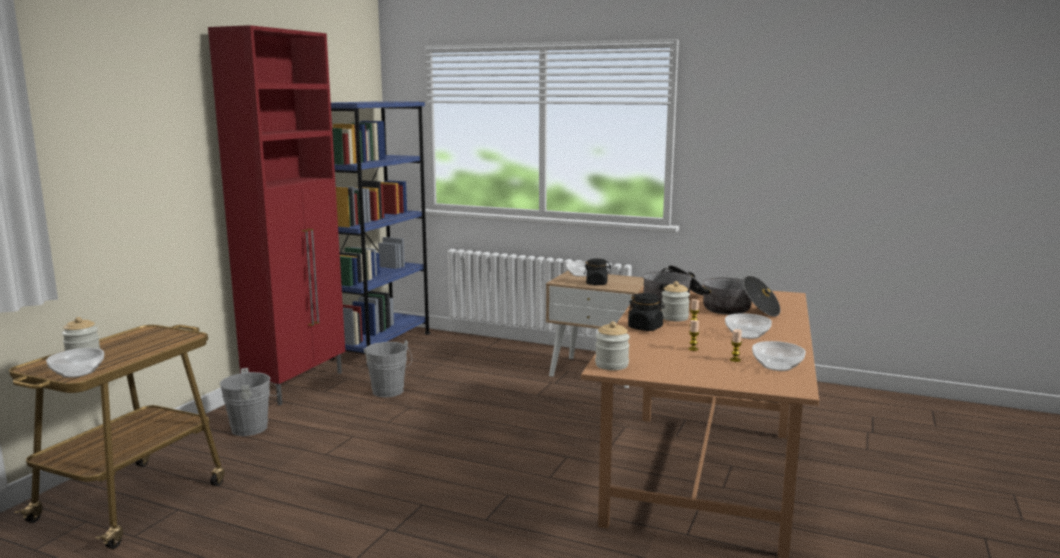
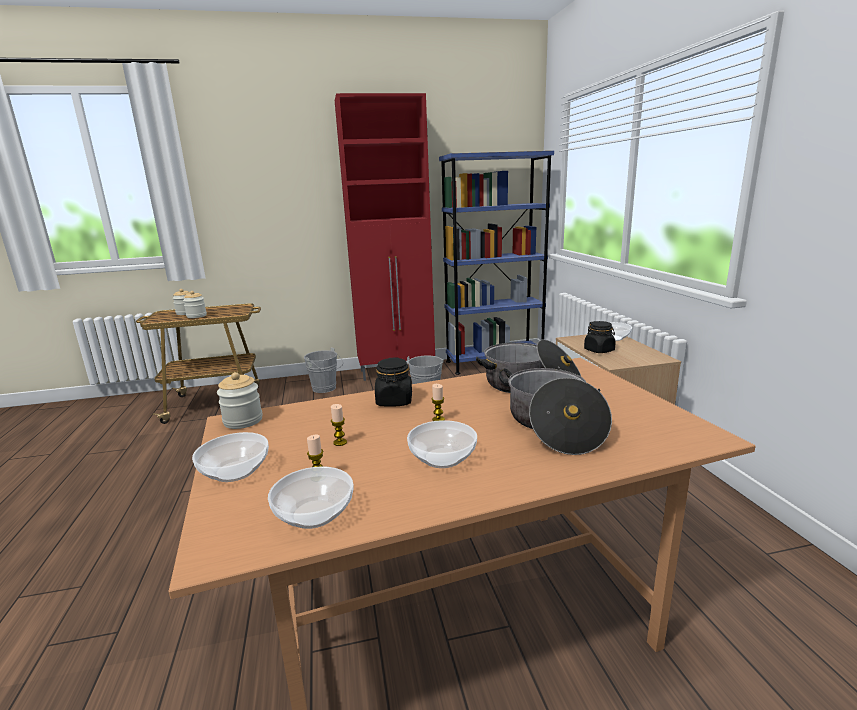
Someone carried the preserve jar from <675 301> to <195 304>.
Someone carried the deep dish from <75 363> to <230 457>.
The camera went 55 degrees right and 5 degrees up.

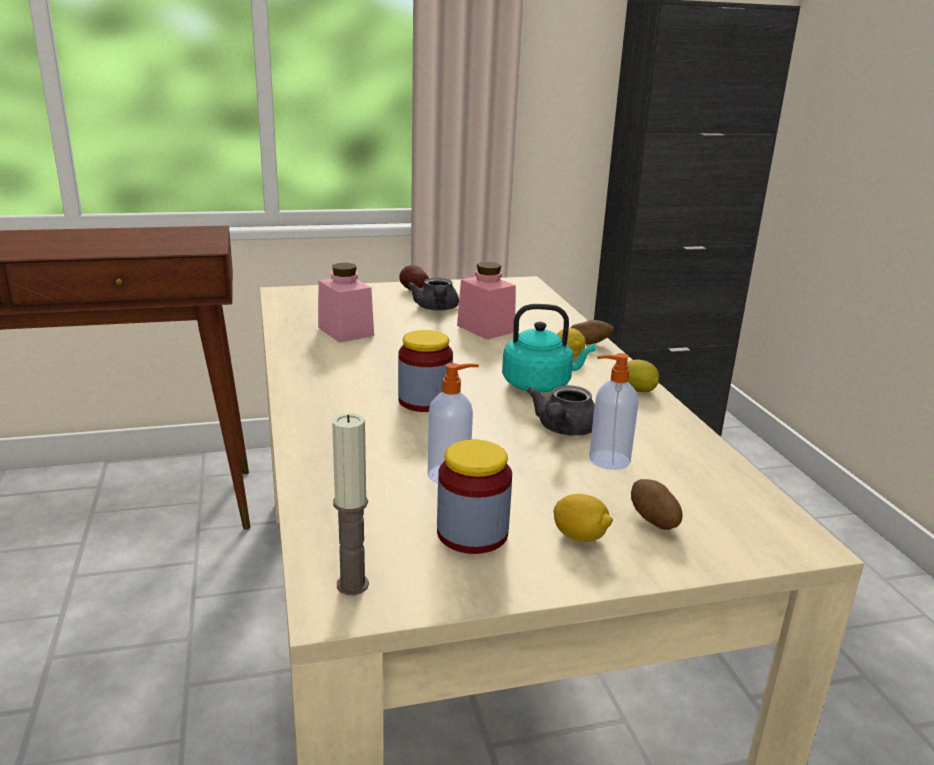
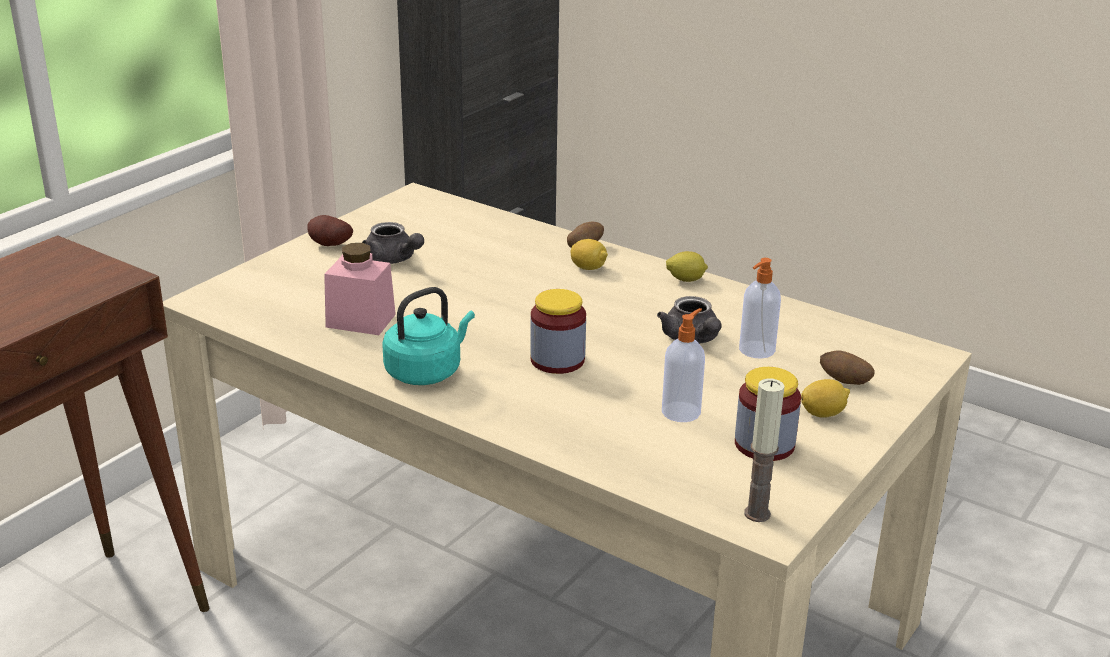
Someone took away the pink-coloured preserve jar at <486 301>.
Someone carried the turquoise-coloured tea kettle from <549 348> to <428 336>.
The camera went 40 degrees left and 5 degrees up.

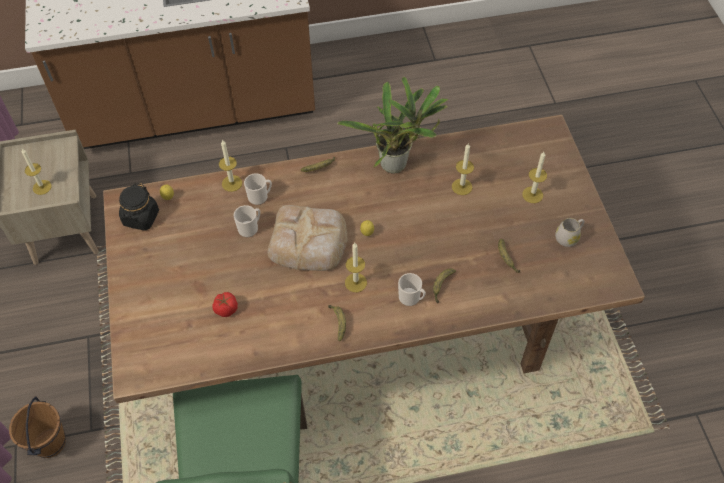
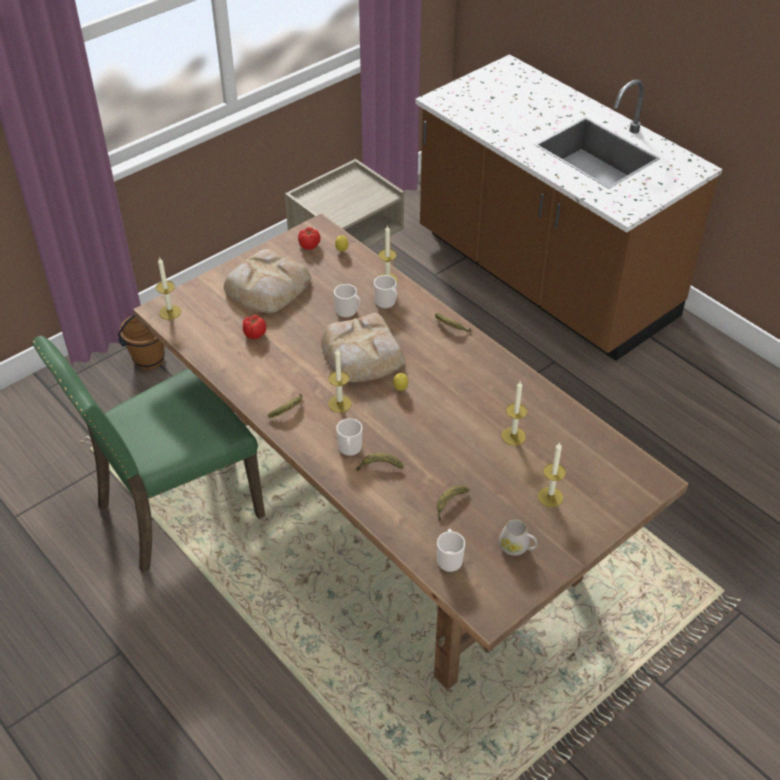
Someone took away the potted plant at <392 125>.
Someone carried the candle from <37 172> to <168 289>.
Someone swapped the black-coloured preserve jar at <139 207> for the fresh tomato at <309 238>.
Someone put down the baked bread at <267 281>.
Someone put down the tea mug at <451 550>.
The camera went 60 degrees right and 10 degrees down.

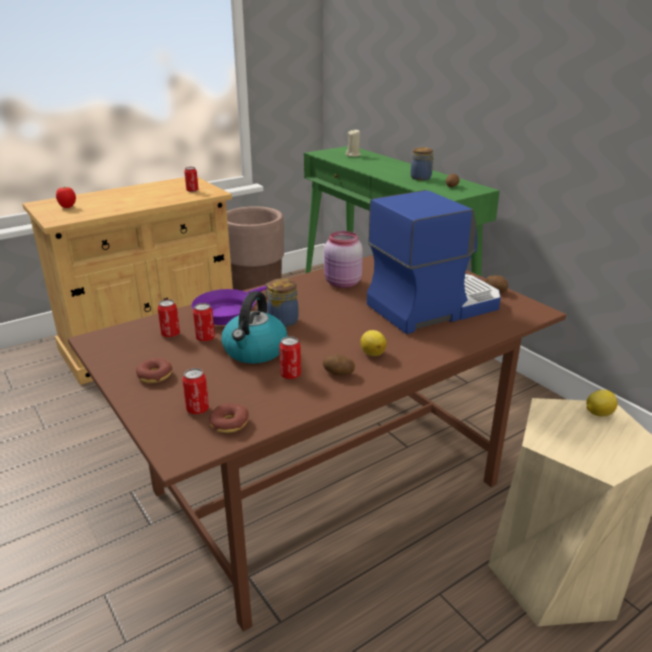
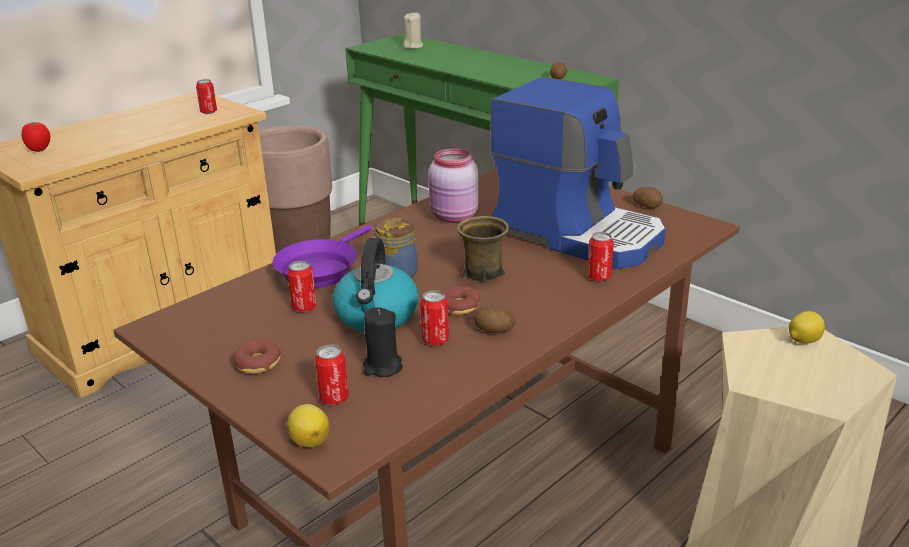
Someone took away the preserve jar at <422 163>.
Someone rotated the coffee maker at <434 262> by 75 degrees clockwise.
Someone carried the can from <168 318> to <600 256>.
Someone carried the whole lemon from <373 343> to <308 425>.
Someone carried the donut from <229 418> to <461 300>.
Someone put down the brown tea mug at <483 249>.
Someone put down the black-coloured candle at <383 342>.
The camera went 10 degrees left and 0 degrees up.

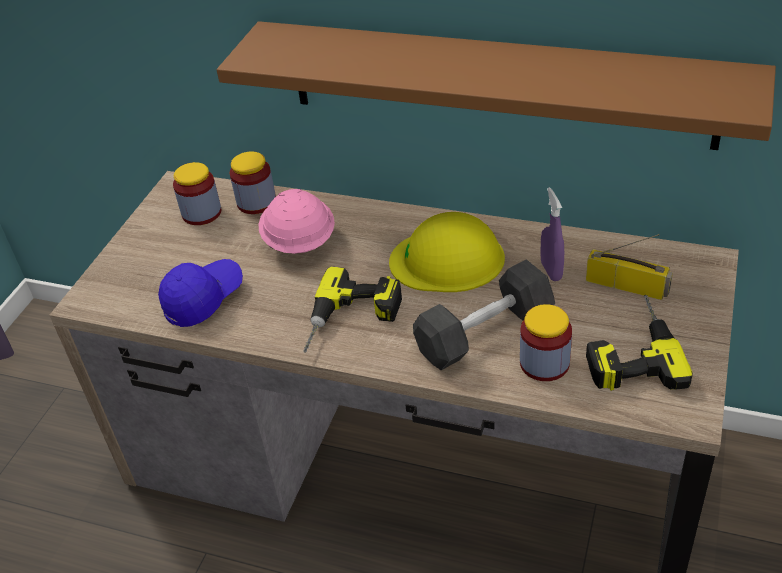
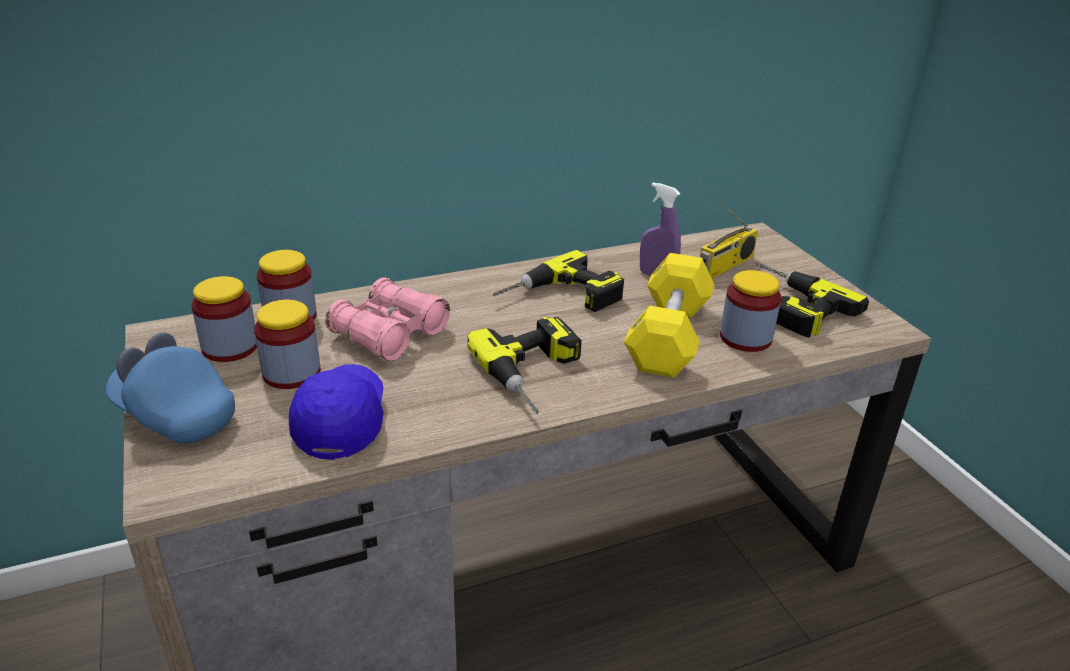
Someone took away the brown wall shelf at <496 85>.
Someone swapped the pink-coloured hard hat at <297 221> for the pink-coloured binoculars at <387 319>.
Someone swapped the yellow hard hat at <447 252> for the power drill at <558 281>.
Someone rotated the radio set at <629 267> by 150 degrees clockwise.
Someone repainted the black-coloured dumbbell at <484 314>, which became the yellow dumbbell at <669 315>.
Someone put down the preserve jar at <287 344>.
Someone put down the blue-coloured cap at <170 388>.
The camera went 45 degrees left and 10 degrees down.

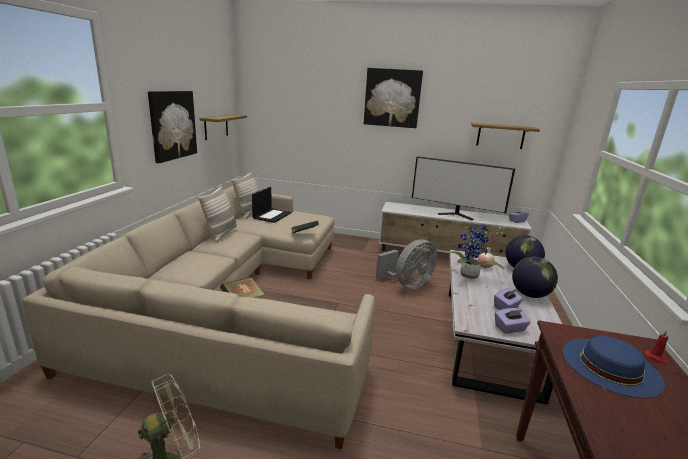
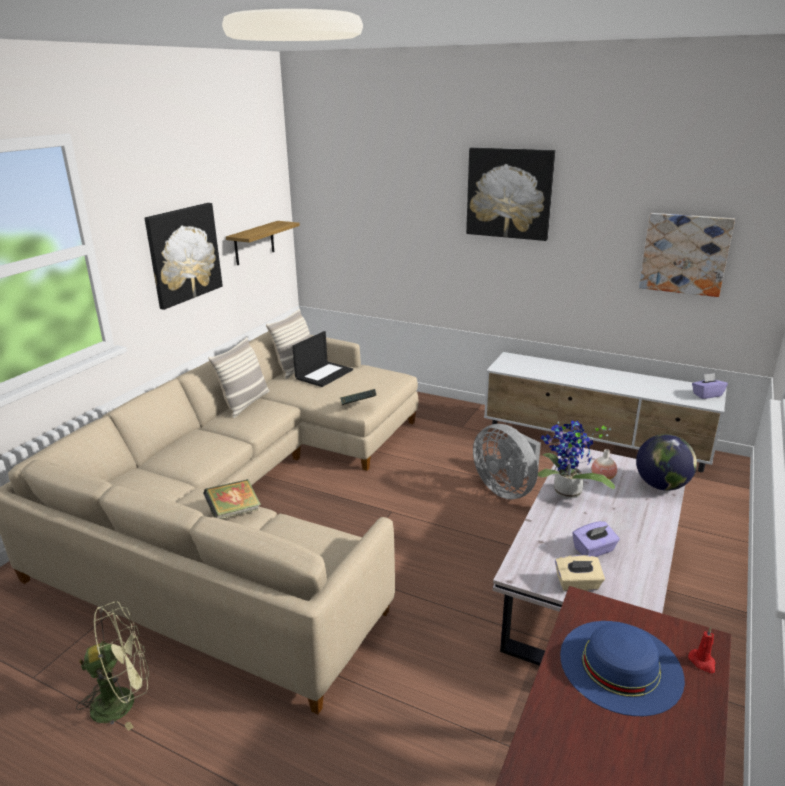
Someone swapped the wall shelf at <505 136> for the wall picture at <687 255>.
Someone took away the television at <463 188>.
Someone rotated the grey fan at <406 264> by 75 degrees clockwise.
Someone took away the desk globe at <535 277>.
Someone repainted the purple-coloured tissue box at <513 320>, which became the sand-coloured tissue box at <580 573>.
The camera went 15 degrees right and 5 degrees up.

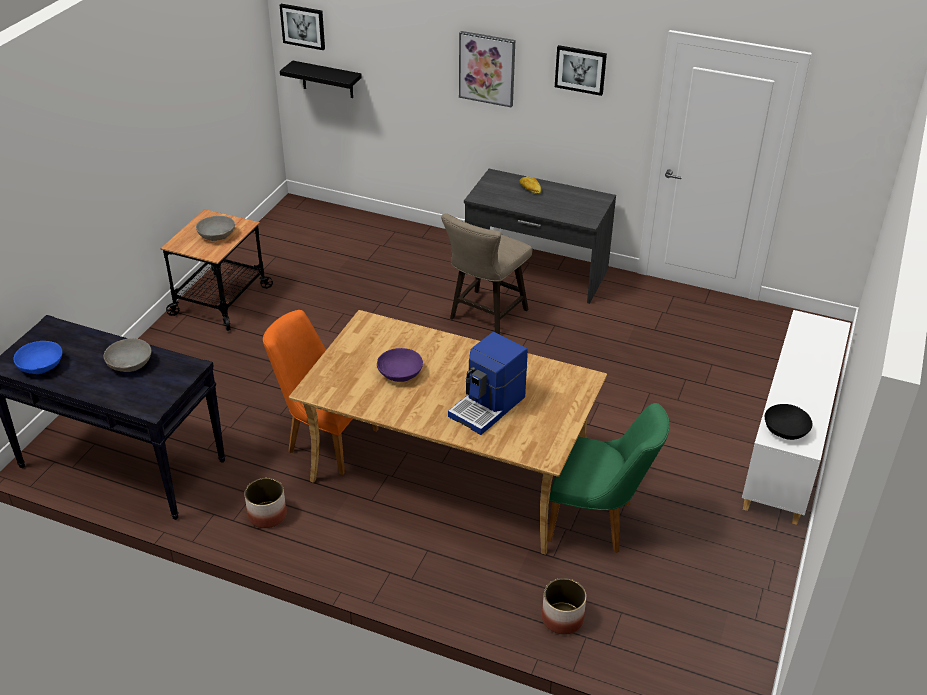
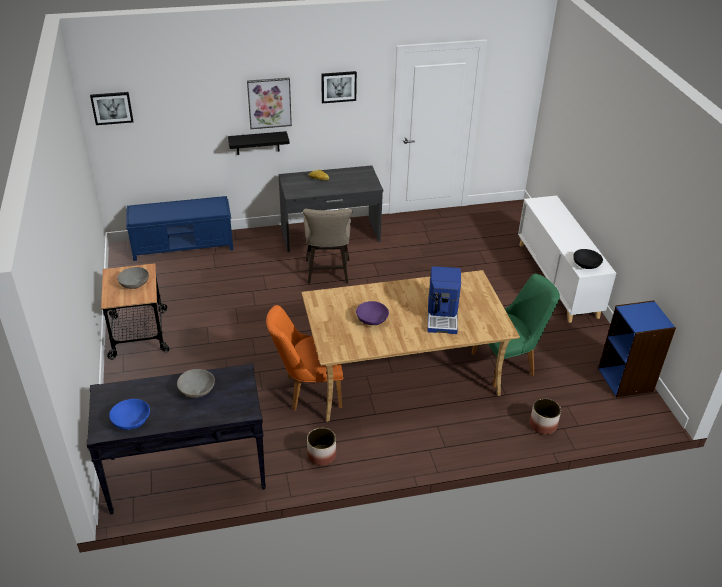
Someone carried the black-coloured wall shelf from <321 79> to <259 143>.
Someone put down the blue-coloured bench at <179 228>.
Someone put down the blue-coloured bookshelf at <637 349>.
The camera went 35 degrees left and 0 degrees up.

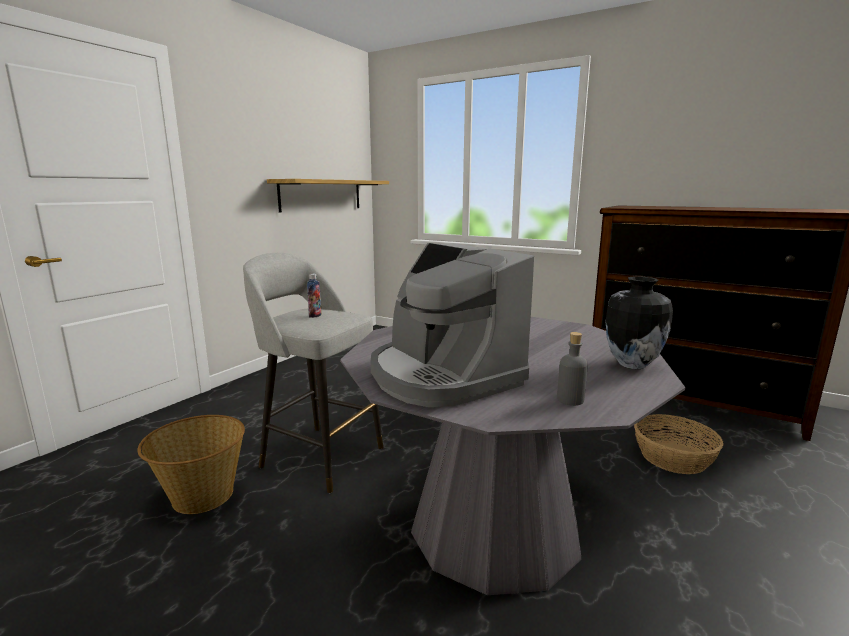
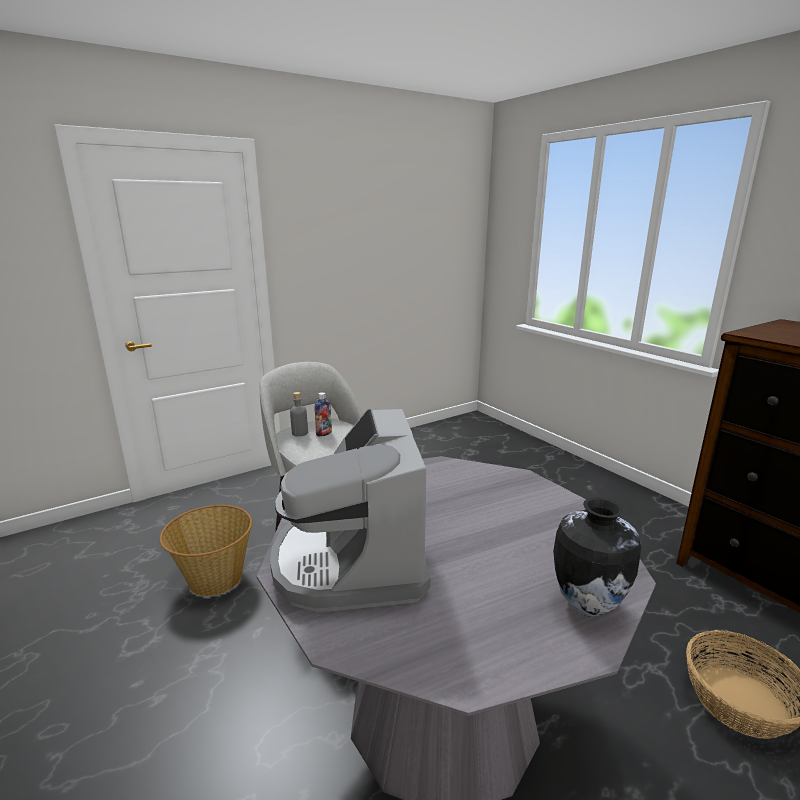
Someone took away the wall shelf at <328 196>.
Someone carried the grey beverage bottle from <572 369> to <299 414>.
The camera went 25 degrees right and 5 degrees up.

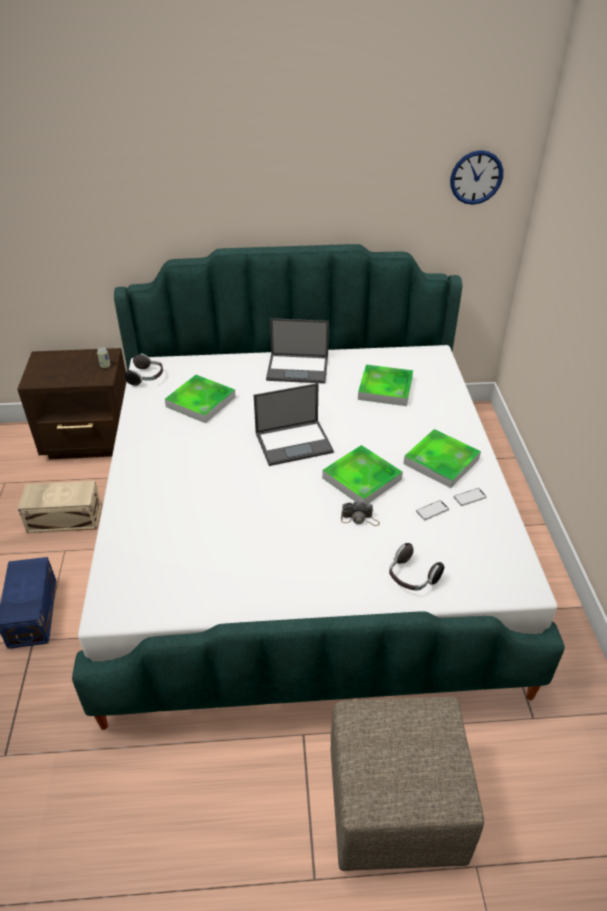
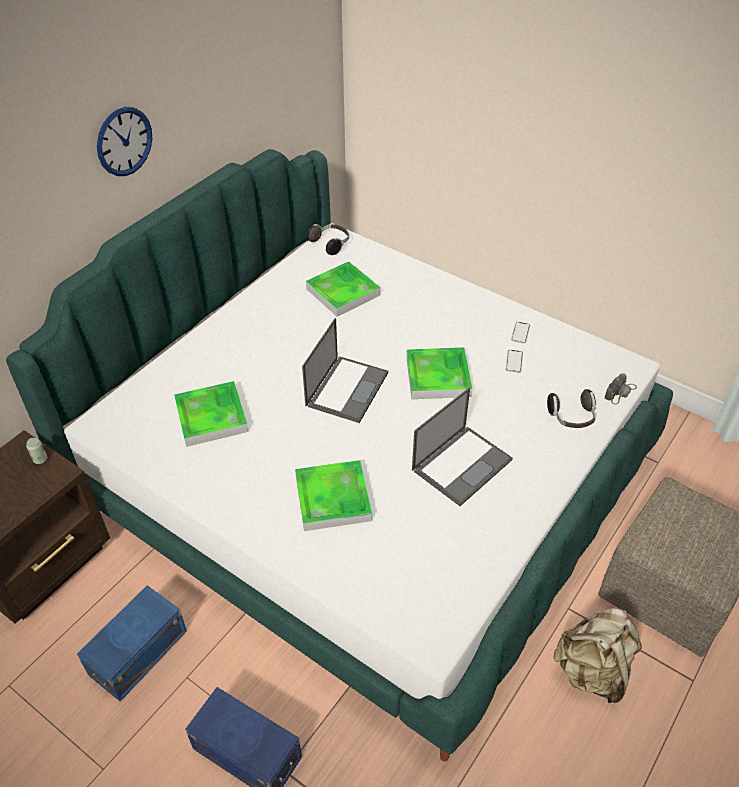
Someone carried the clock on the wall from <476 177> to <124 141>.
Someone carried the portable computer from <297 351> to <462 446>.
Someone carried the headphones from <143 369> to <328 239>.
Someone carried the carrying tray from <442 458> to <333 495>.
Someone repainted the sand-coloured storage container at <59 507>, which became the blue-coloured storage container at <132 643>.
Someone carried the photo camera from <360 513> to <621 389>.
Someone put down the sand-coloured knapsack at <597 655>.
The camera went 50 degrees left and 5 degrees up.

